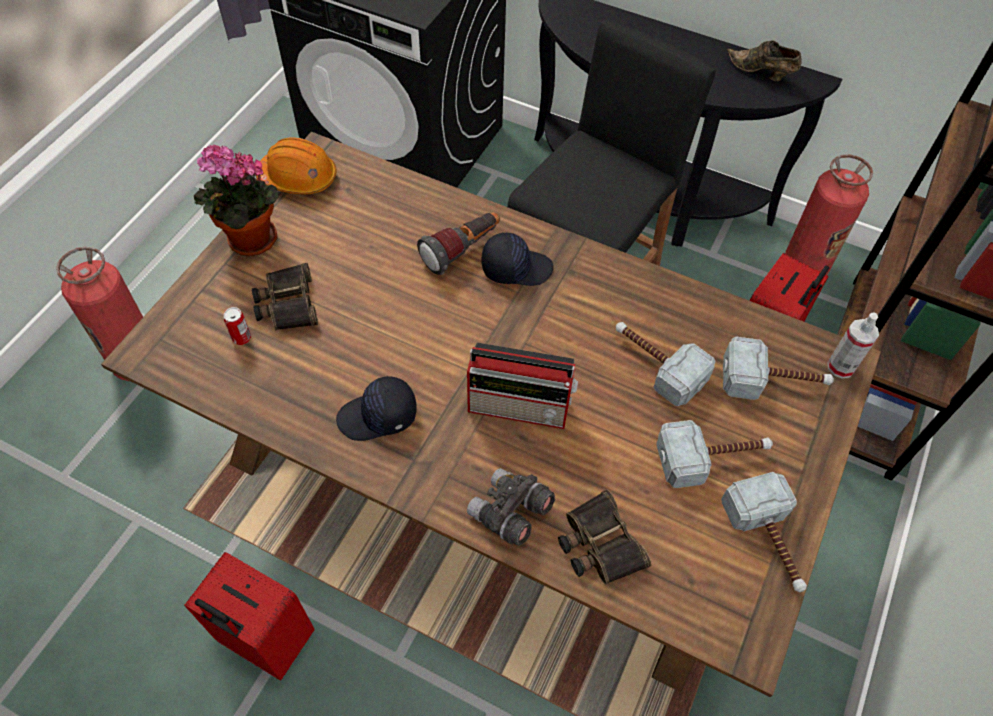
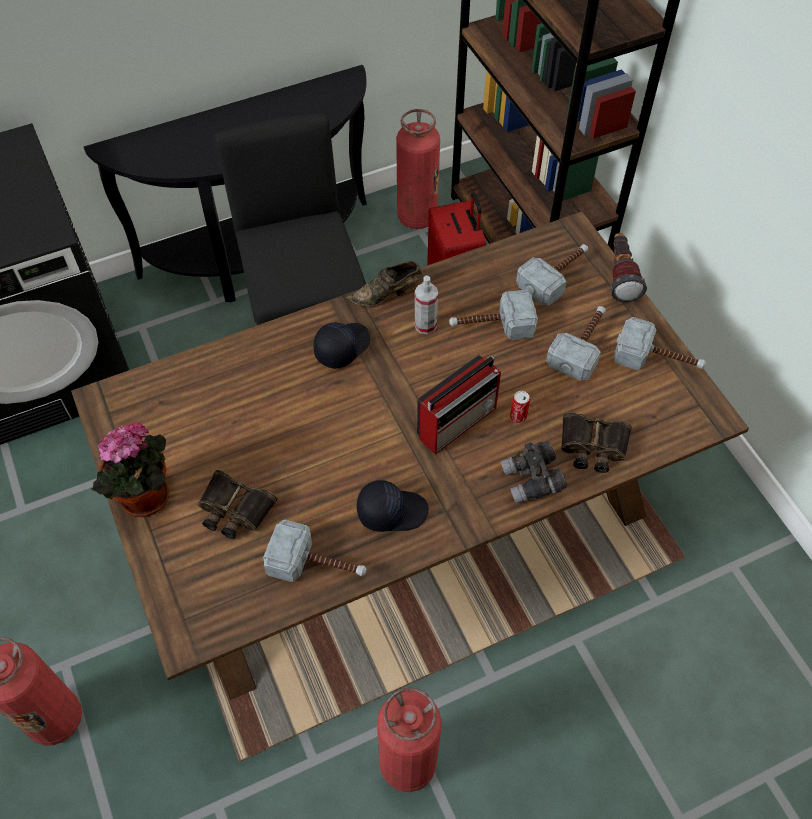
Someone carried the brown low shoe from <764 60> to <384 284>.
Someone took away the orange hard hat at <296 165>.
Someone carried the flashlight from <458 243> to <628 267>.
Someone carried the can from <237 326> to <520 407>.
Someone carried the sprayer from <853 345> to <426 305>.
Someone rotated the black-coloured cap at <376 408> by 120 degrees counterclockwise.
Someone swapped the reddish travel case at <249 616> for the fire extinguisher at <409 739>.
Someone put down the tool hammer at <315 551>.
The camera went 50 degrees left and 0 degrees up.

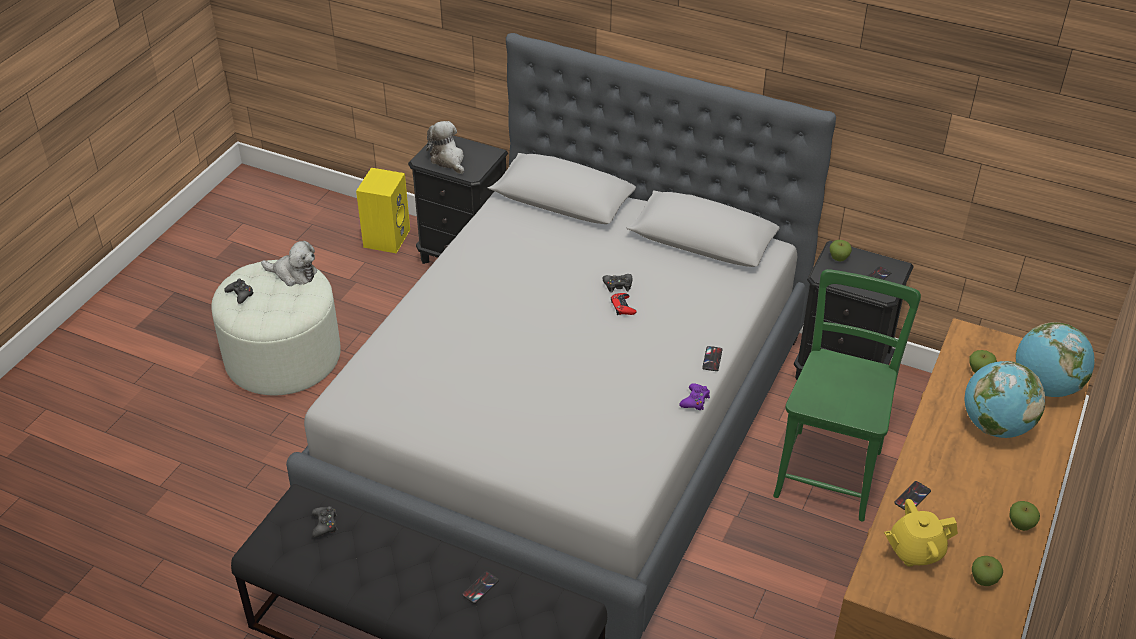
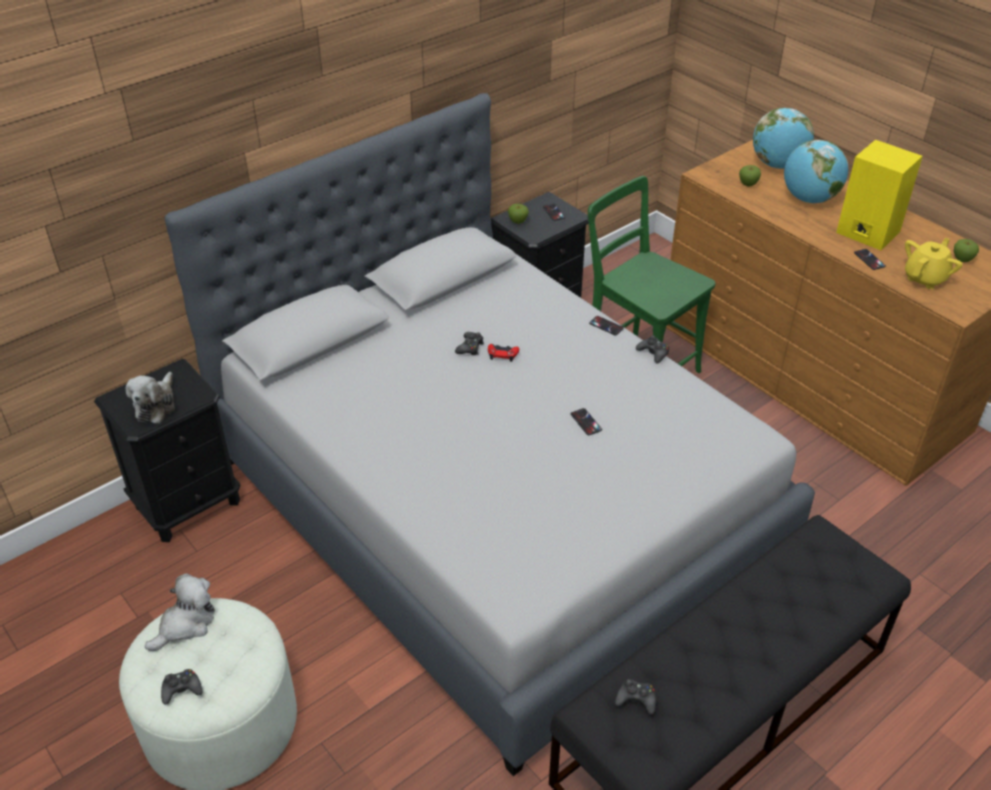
Someone rotated the soft toy at <445 147> by 75 degrees counterclockwise.
Someone carried the yellow speaker from <383 210> to <879 195>.
Someone repainted the purple-coloured joypad at <694 396>, which became the black-coloured joypad at <652 349>.
Someone rotated the yellow pot for tea at <921 533> by 150 degrees counterclockwise.
Someone took away the apple at <1024 516>.
Someone carried the telephone from <480 587> to <586 421>.
The camera went 65 degrees left and 0 degrees up.

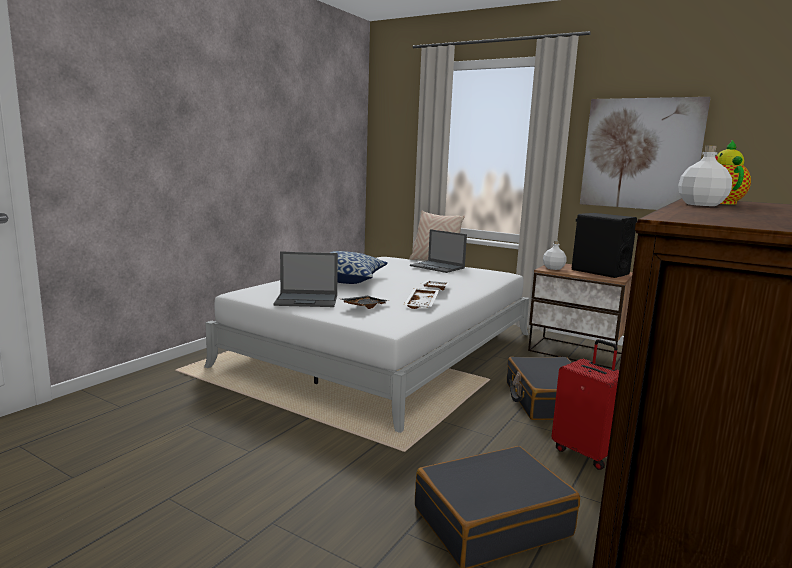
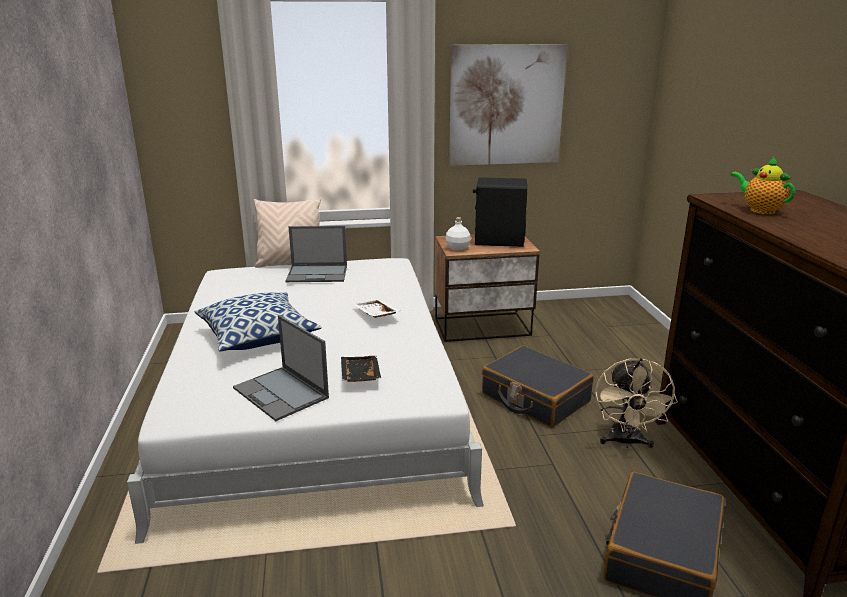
Someone took away the white beverage bottle at <705 176>.
Someone rotated the portable computer at <305 279> by 90 degrees clockwise.
Someone took away the white carrying tray at <421 298>.
Someone swapped the reddish travel case at <585 404> for the sand-coloured fan at <636 403>.
The camera went 40 degrees left and 10 degrees up.

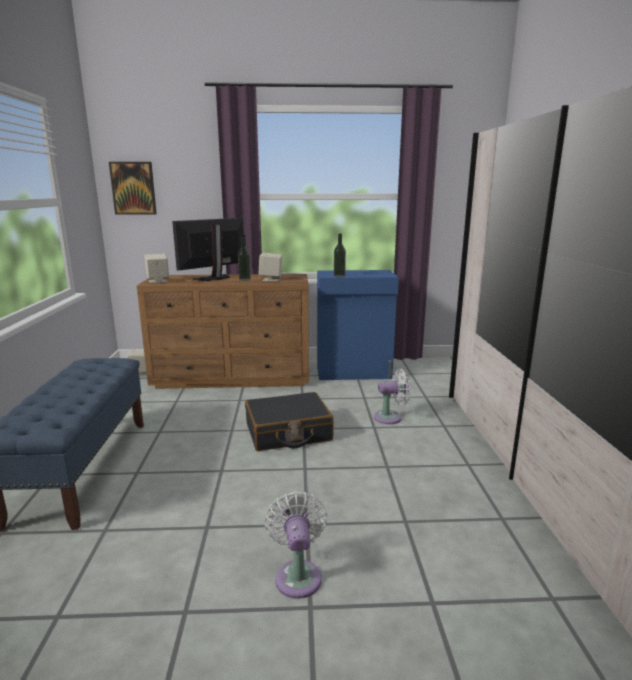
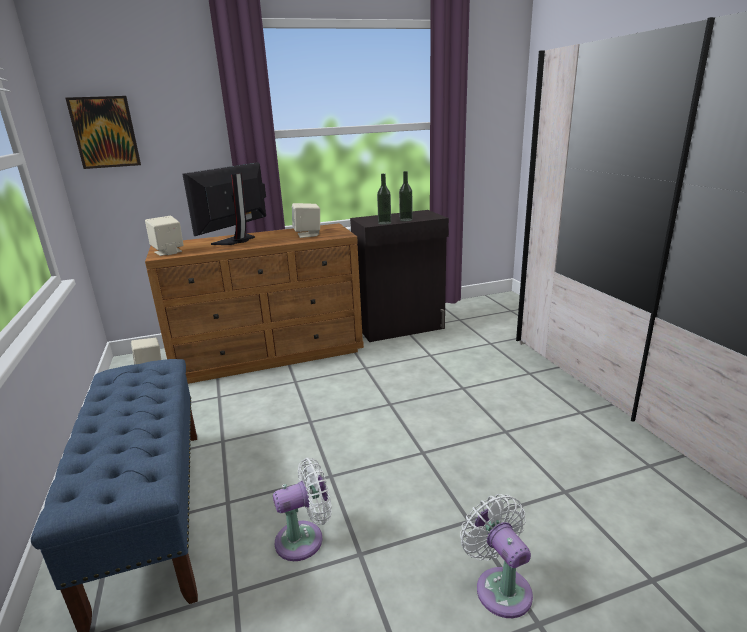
Someone carried the beverage bottle from <244 259> to <406 196>.
Someone repainted the blue-coloured cupboard at <358 325>, which became the black-coloured cupboard at <399 276>.
Someone carried the white fan from <392 396> to <302 509>.
Someone took away the black-coloured travel case at <289 421>.
The camera went 15 degrees left and 5 degrees up.

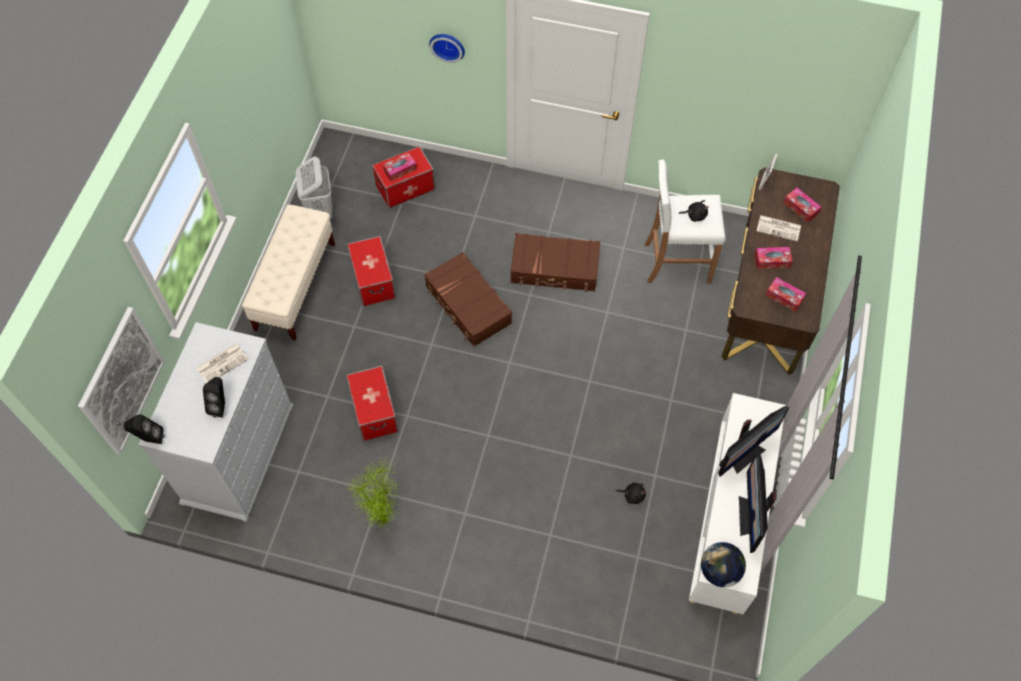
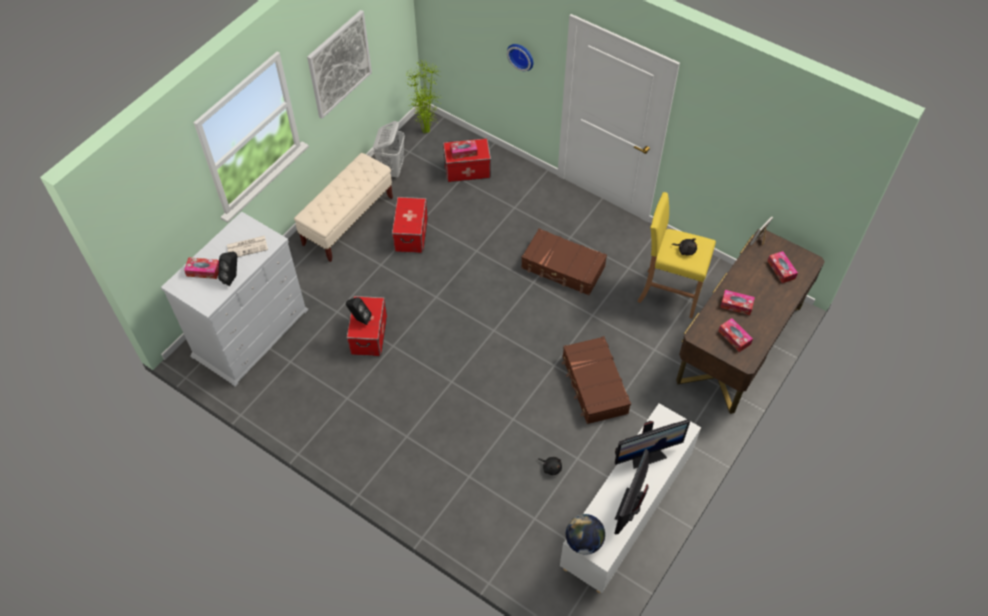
Someone repainted the white stool seat at <685 222>, which became the yellow stool seat at <676 255>.
Someone took away the daily paper at <779 228>.
Someone carried the brown travel case from <468 299> to <596 380>.
Someone carried the wall picture from <121 381> to <339 64>.
Someone carried the black-coloured speaker from <144 429> to <359 311>.
Someone carried the potted plant from <374 493> to <423 97>.
Someone put down the tissue box at <201 268>.
The camera went 20 degrees right and 5 degrees down.

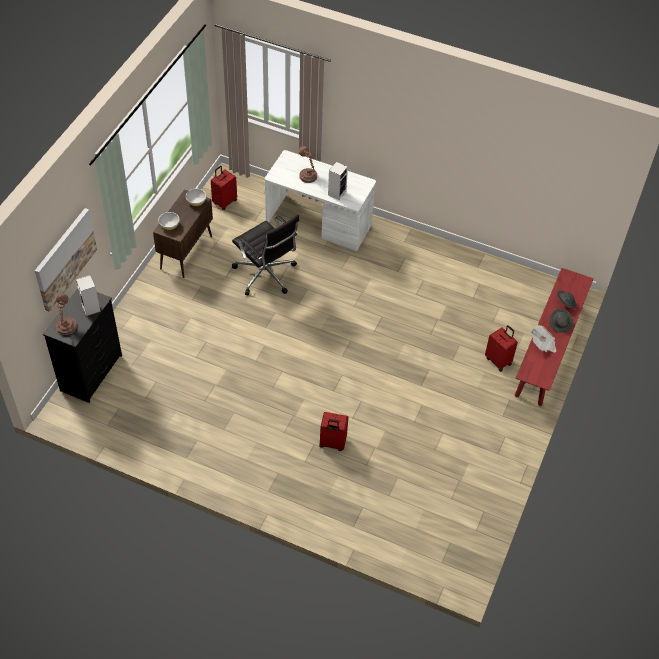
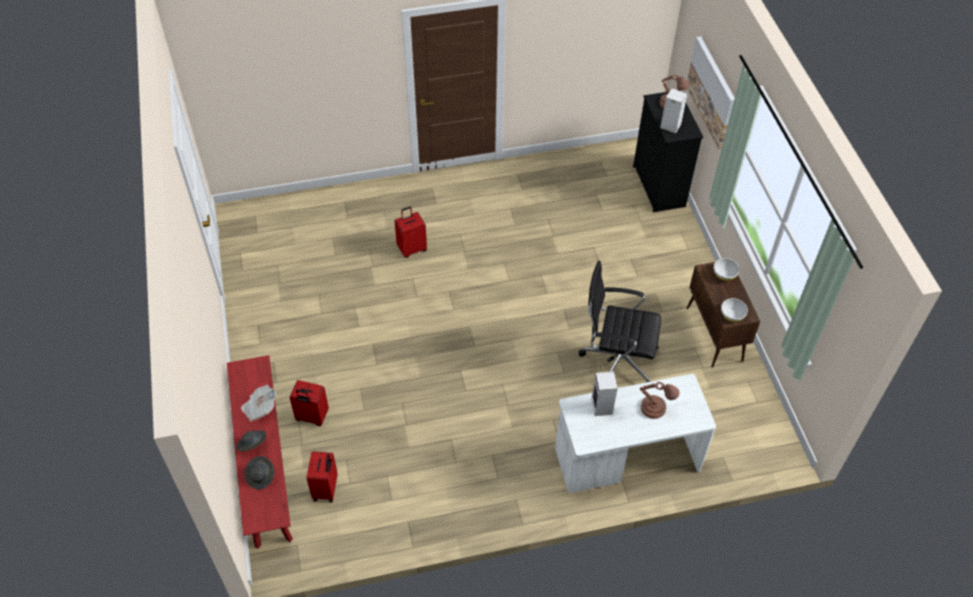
Someone carried the reddish travel case from <224 188> to <322 477>.
The camera went 145 degrees right and 0 degrees up.

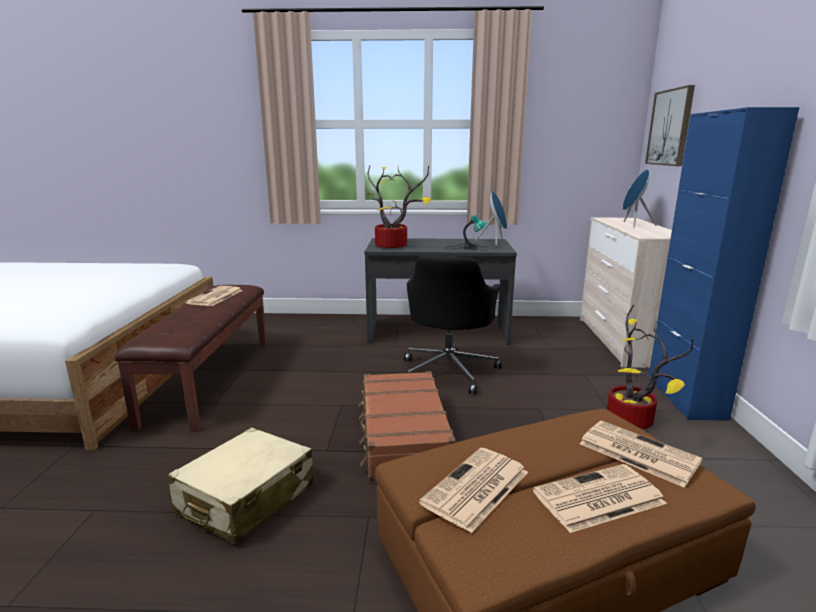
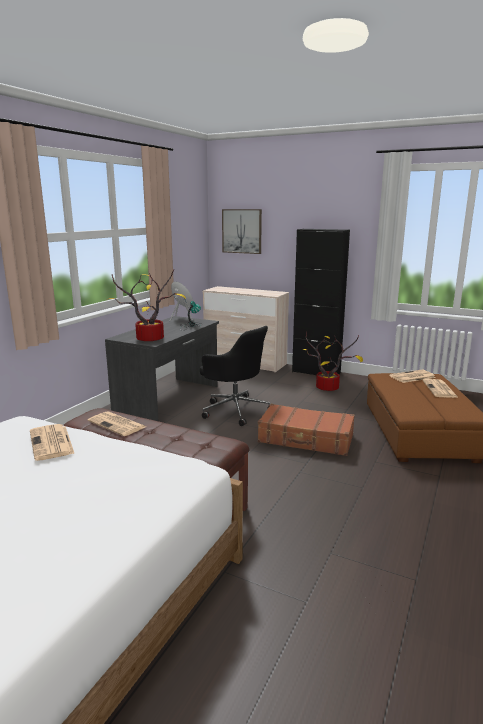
Someone repainted the blue-coloured cupboard at <724 264>, which became the black-coloured cupboard at <321 302>.
Someone took away the blue-coloured speaker at <640 198>.
Someone took away the sand-coloured travel case at <240 486>.
Someone carried the daily paper from <473 490> to <52 442>.
The camera went 65 degrees left and 0 degrees up.

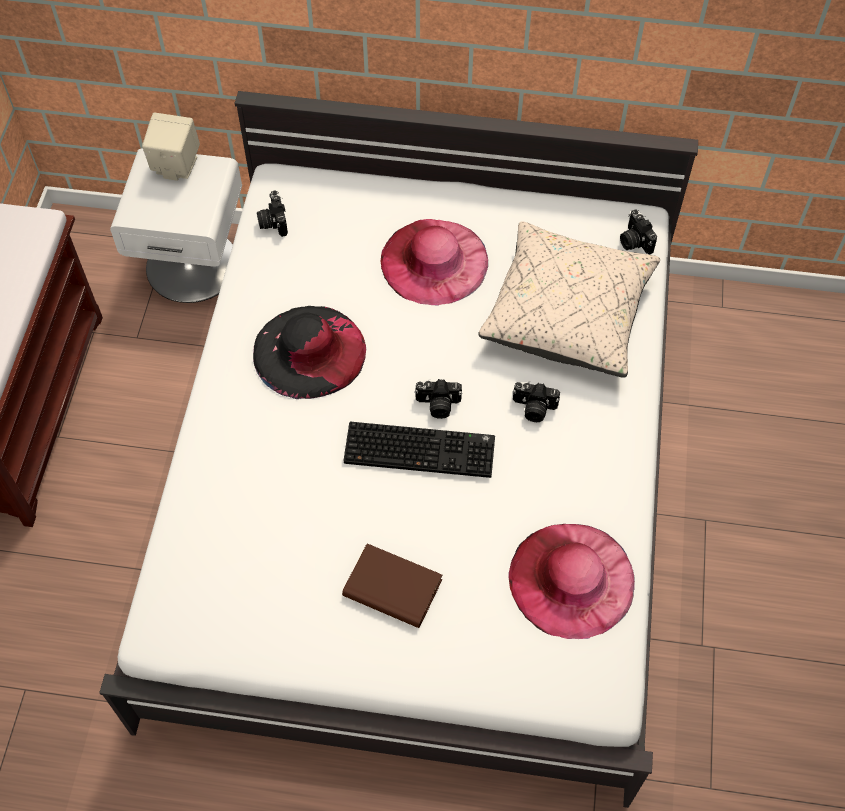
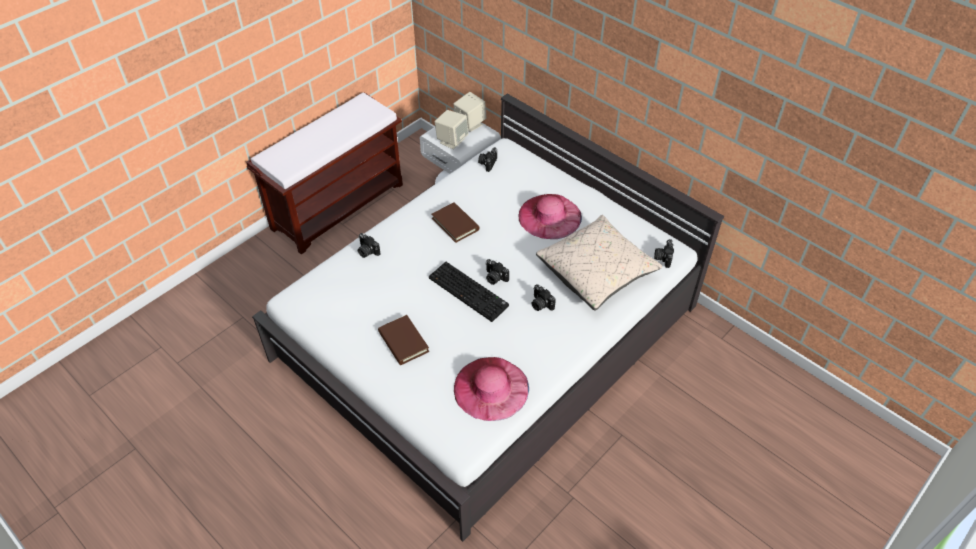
Someone swapped the black-coloured wearable hat at <309 352> for the brown book at <455 222>.
Someone put down the sand-coloured speaker at <451 129>.
Someone put down the photo camera at <369 245>.
The camera went 35 degrees right and 10 degrees down.

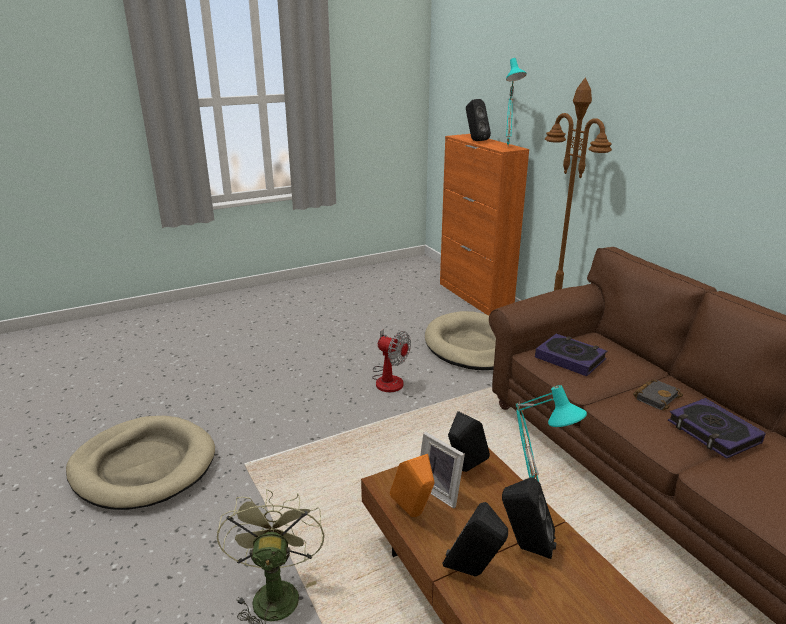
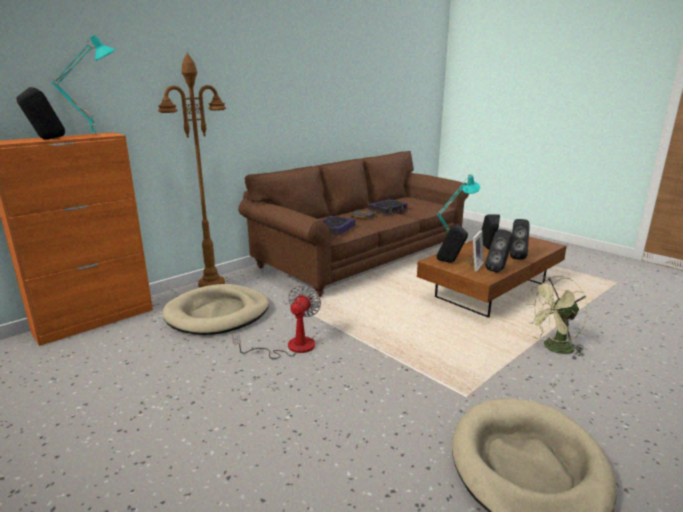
Someone repainted the orange speaker at <412 485>, which became the black-coloured speaker at <499 251>.
The camera went 105 degrees left and 5 degrees down.

